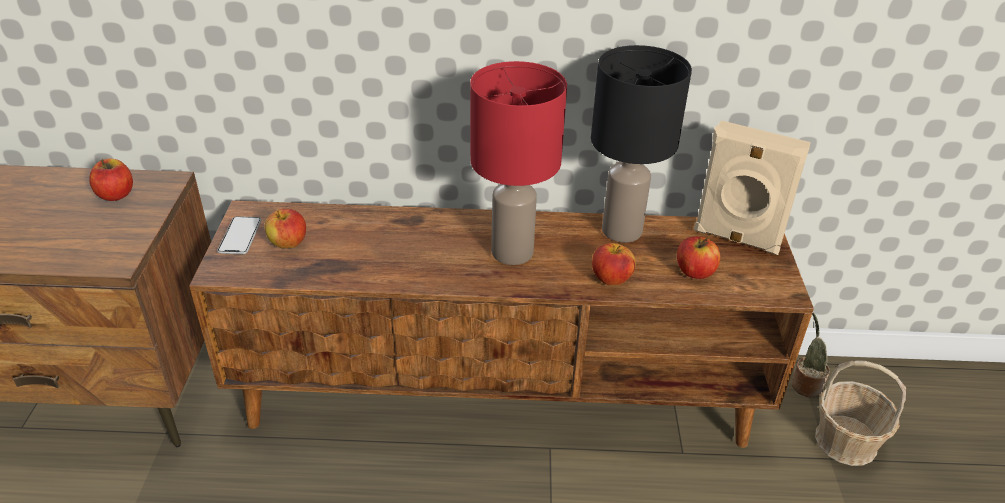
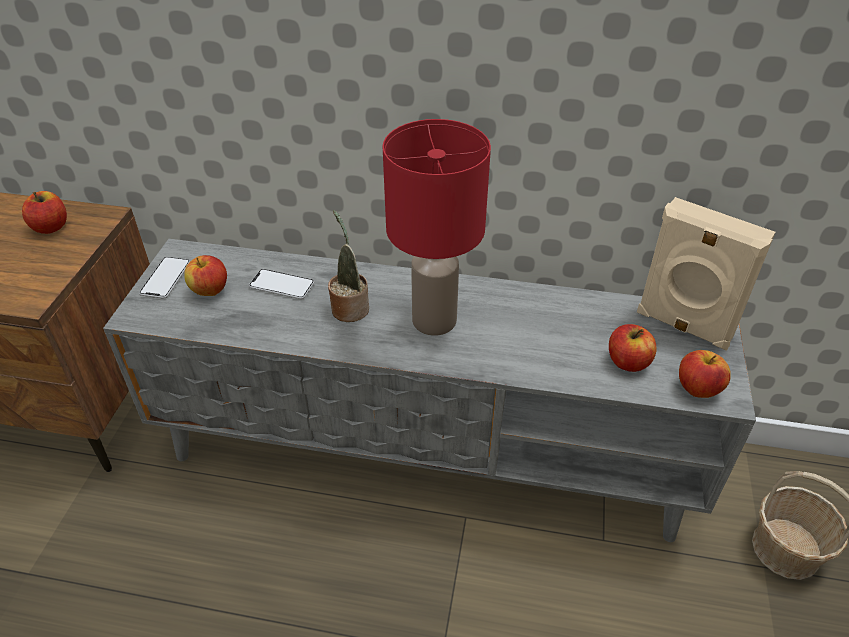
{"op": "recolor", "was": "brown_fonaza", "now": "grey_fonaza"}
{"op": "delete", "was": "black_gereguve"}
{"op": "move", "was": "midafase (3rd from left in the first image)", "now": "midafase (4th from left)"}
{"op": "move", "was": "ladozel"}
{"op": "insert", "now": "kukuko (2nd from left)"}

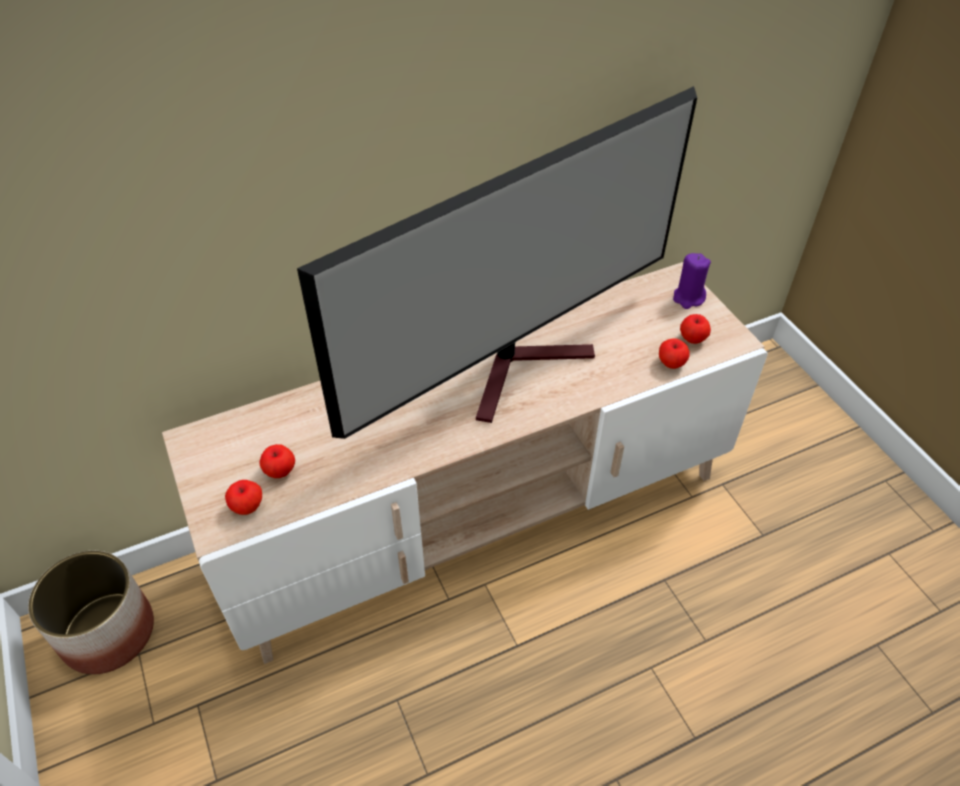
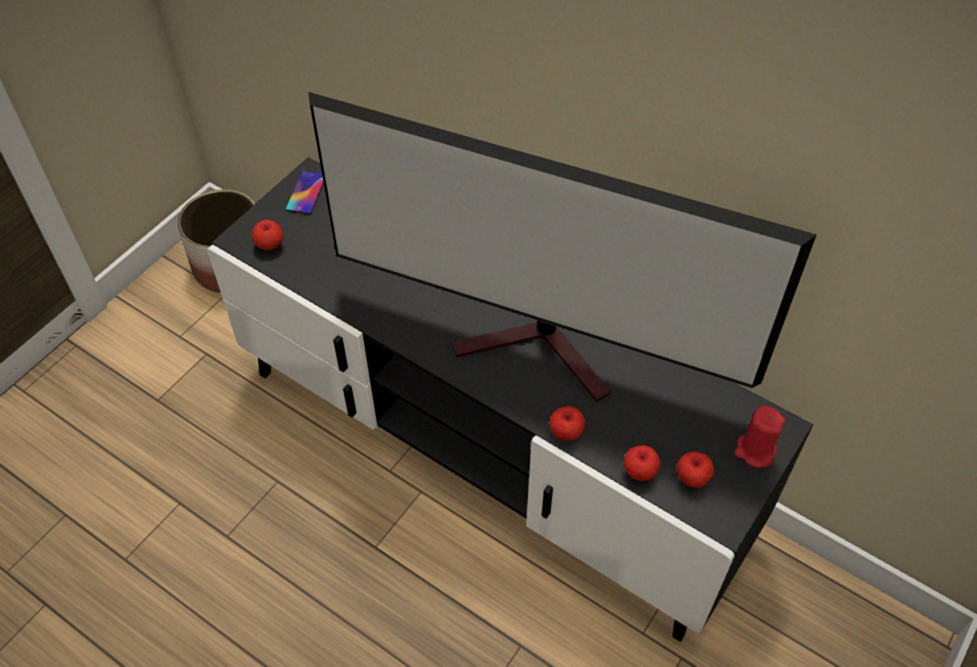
{"op": "recolor", "was": "beige_fonaza", "now": "black_fonaza"}
{"op": "move", "was": "midafase (2nd from left)"}
{"op": "recolor", "was": "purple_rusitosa", "now": "red_rusitosa"}
{"op": "insert", "now": "kukuko"}

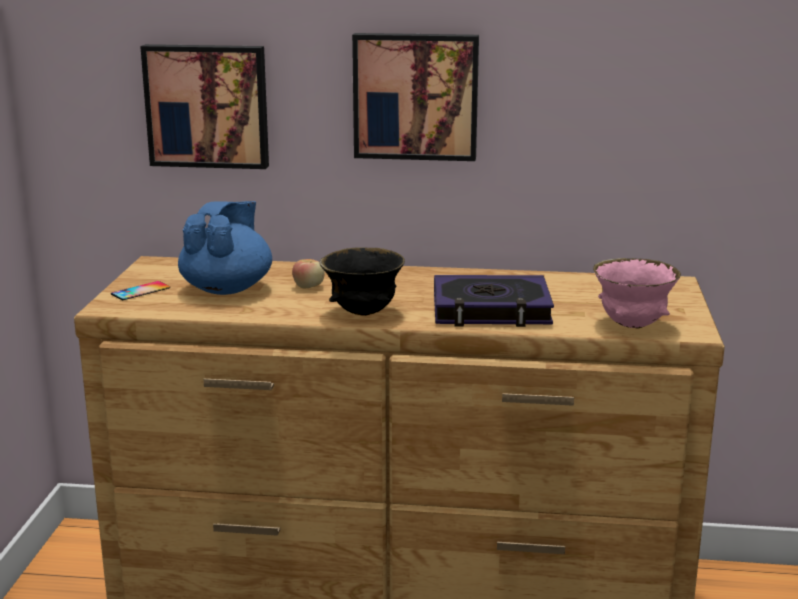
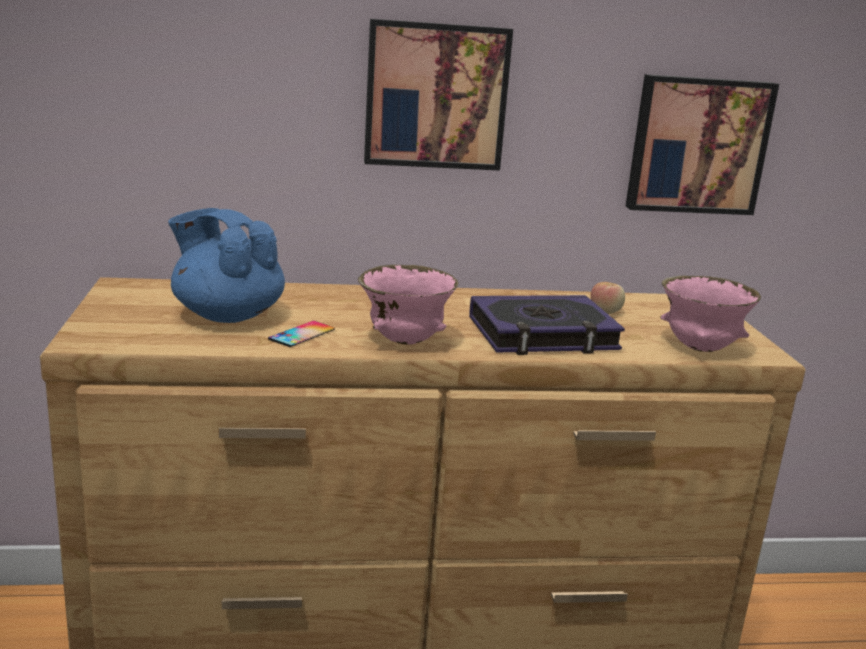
{"op": "move", "was": "kukuko"}
{"op": "move", "was": "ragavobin (1st from left in the first image)", "now": "ragavobin (2nd from left)"}
{"op": "rotate", "was": "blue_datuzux", "clockwise": -60}
{"op": "move", "was": "midafase"}
{"op": "recolor", "was": "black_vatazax", "now": "pink_vatazax (1st from left)"}

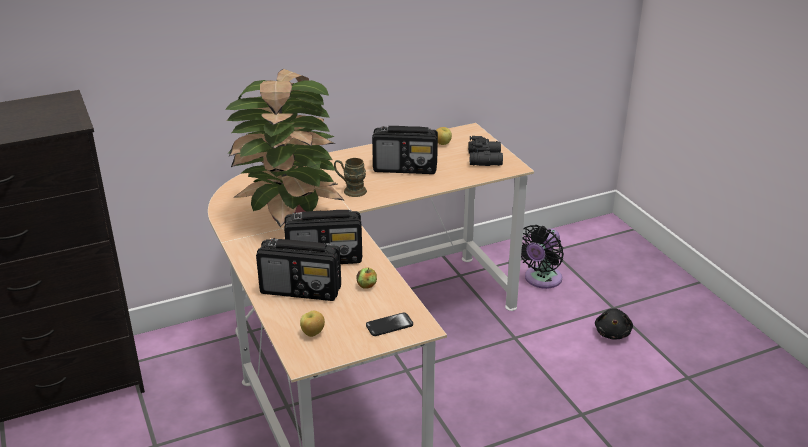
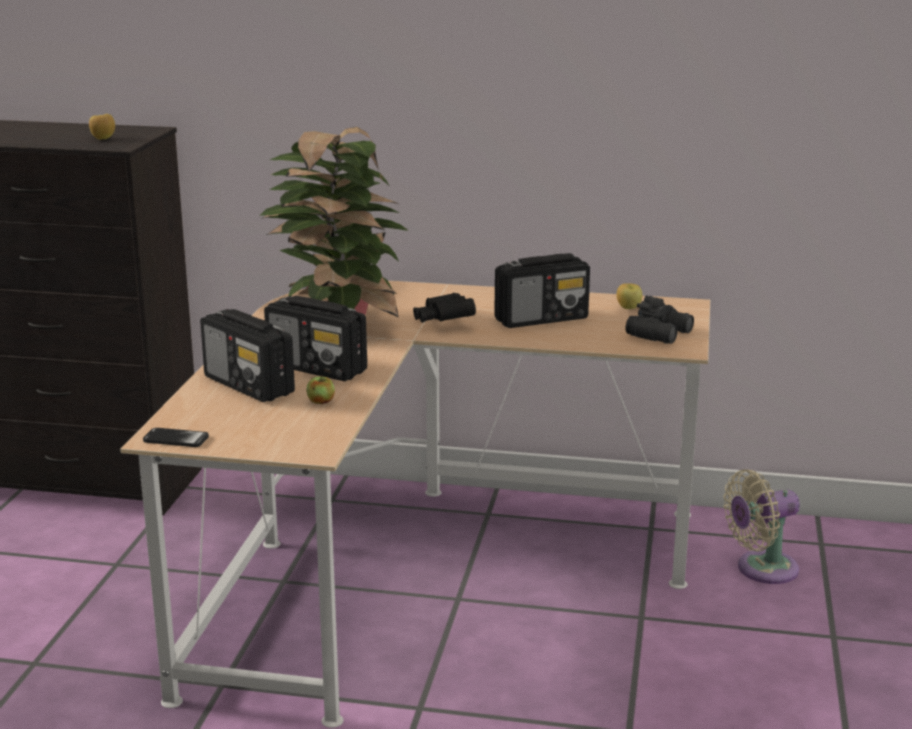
{"op": "move", "was": "midafase (1st from left)"}
{"op": "replace", "was": "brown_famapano", "now": "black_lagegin (1st from left)"}
{"op": "move", "was": "kukuko"}
{"op": "rotate", "was": "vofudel (3rd from left)", "clockwise": -60}
{"op": "recolor", "was": "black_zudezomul", "now": "beige_zudezomul"}
{"op": "delete", "was": "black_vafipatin"}

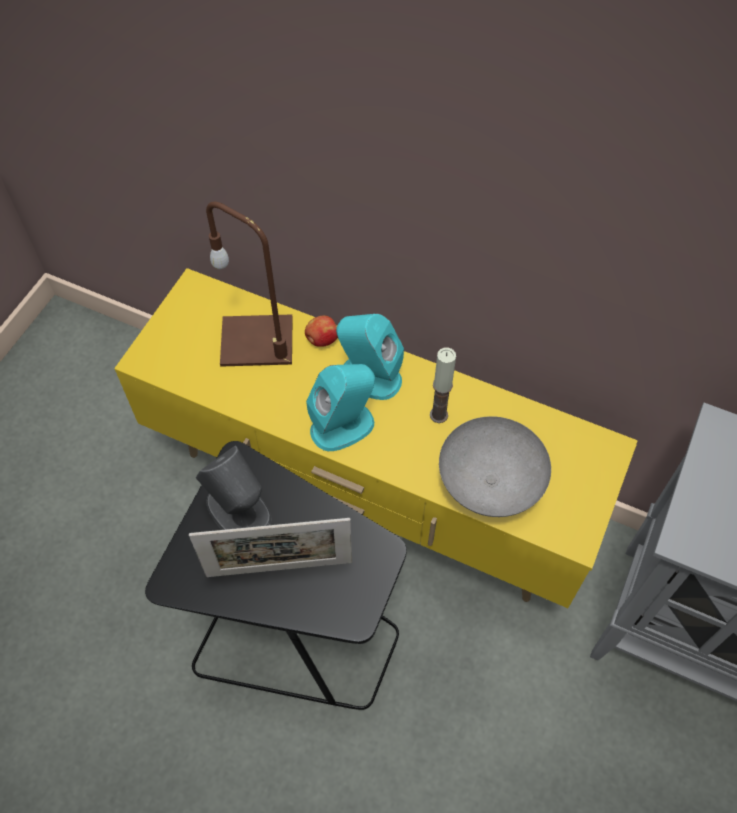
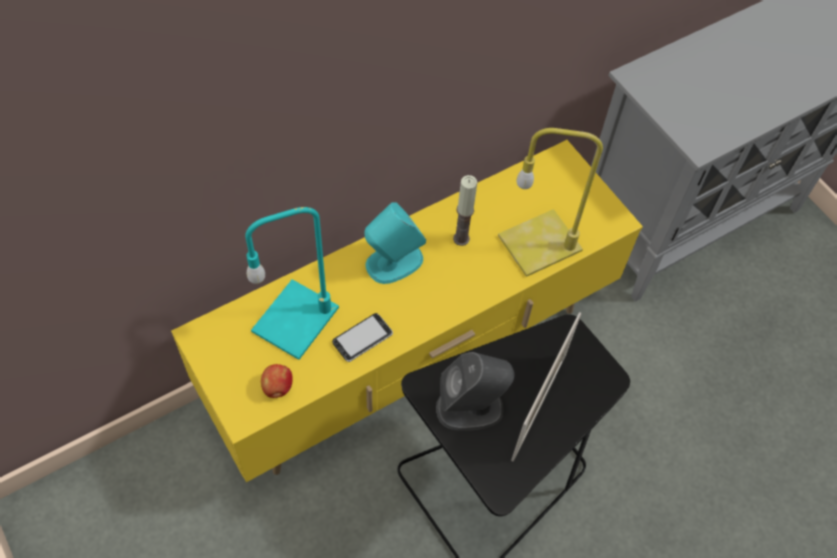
{"op": "recolor", "was": "brown_gereguve", "now": "turquoise_gereguve"}
{"op": "move", "was": "midafase"}
{"op": "delete", "was": "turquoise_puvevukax (1st from left)"}
{"op": "replace", "was": "grey_vatazax", "now": "yellow_gereguve"}
{"op": "insert", "now": "kukuko"}

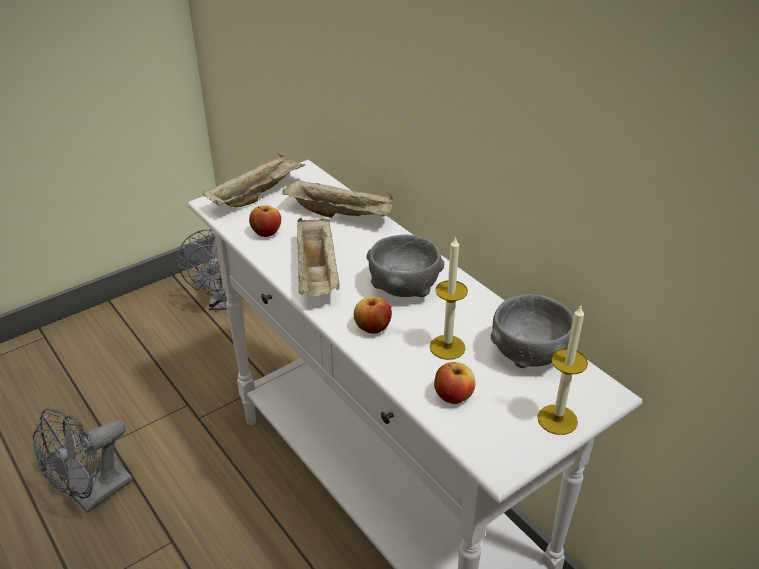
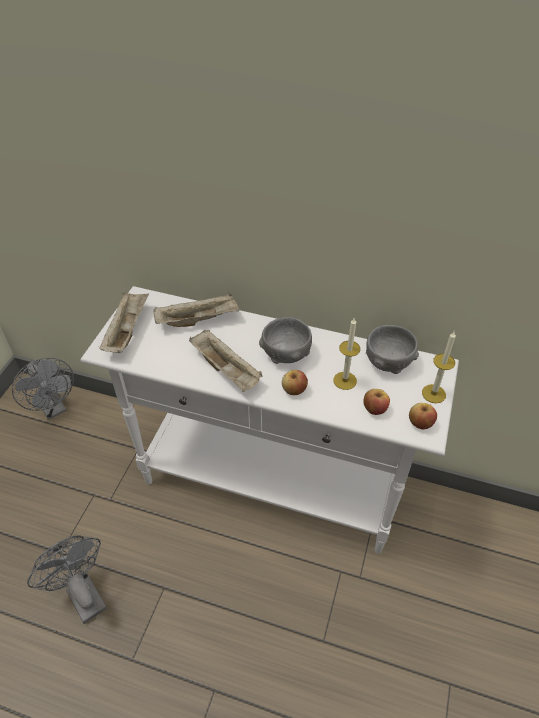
{"op": "rotate", "was": "grey_zudezomul (1st from left in the first image)", "clockwise": 135}
{"op": "move", "was": "midafase (1st from left in the first image)", "now": "midafase (3rd from left)"}

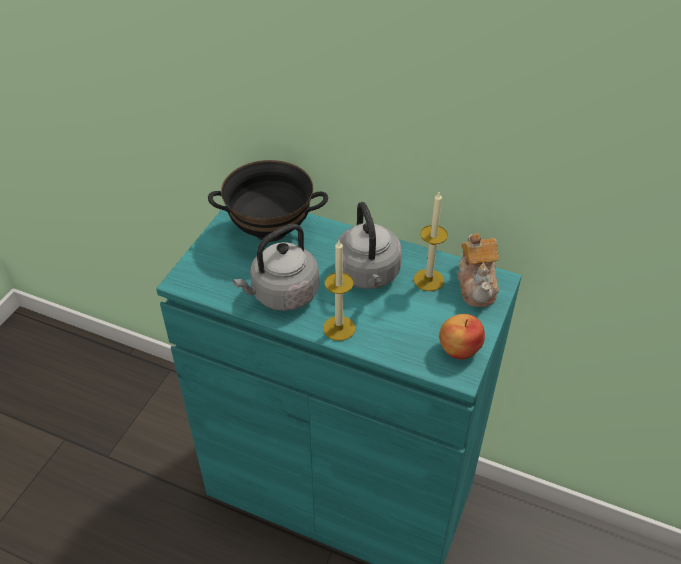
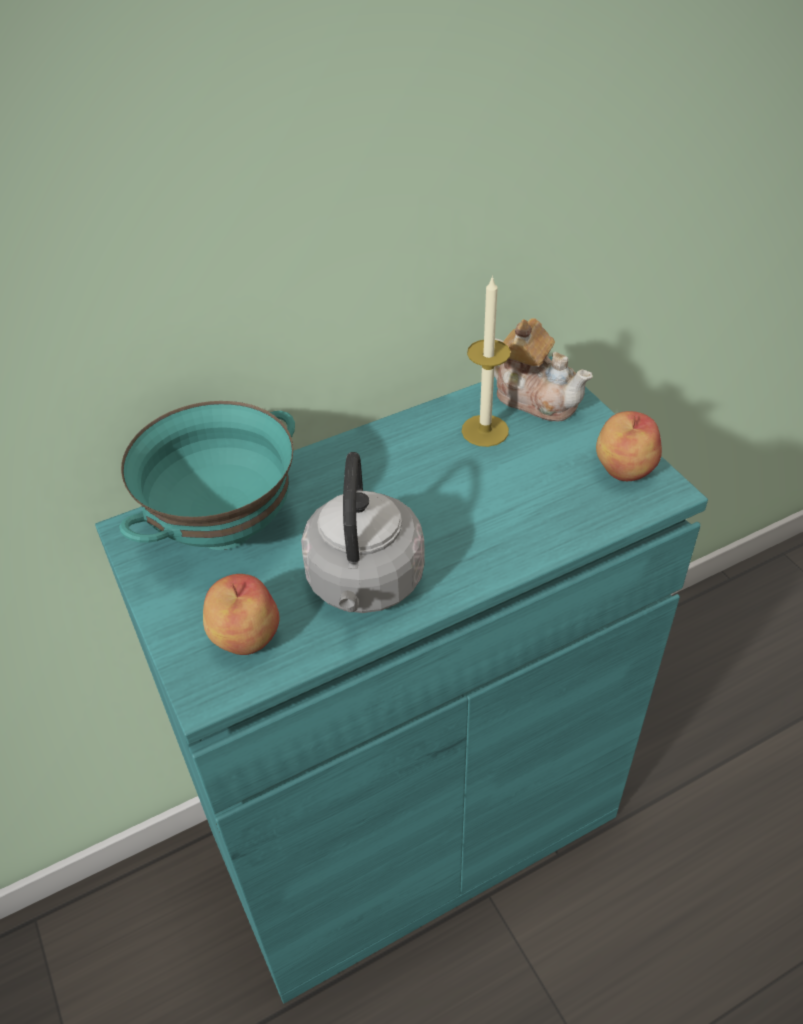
{"op": "recolor", "was": "black_vatazax", "now": "turquoise_vatazax"}
{"op": "delete", "was": "rusitosa (1st from left)"}
{"op": "delete", "was": "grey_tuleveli (2nd from left)"}
{"op": "insert", "now": "midafase (1st from left)"}

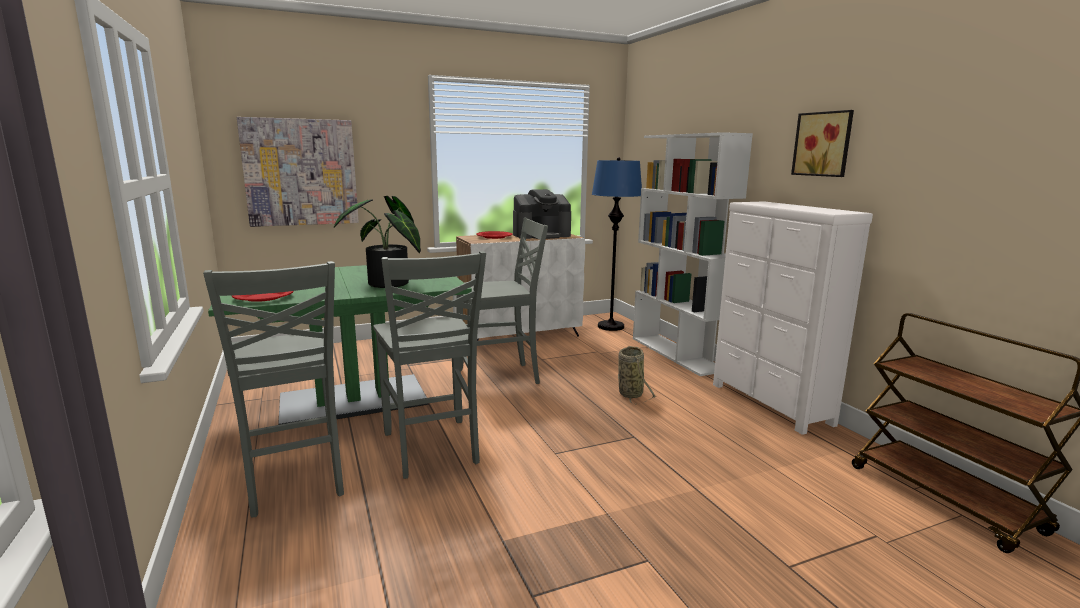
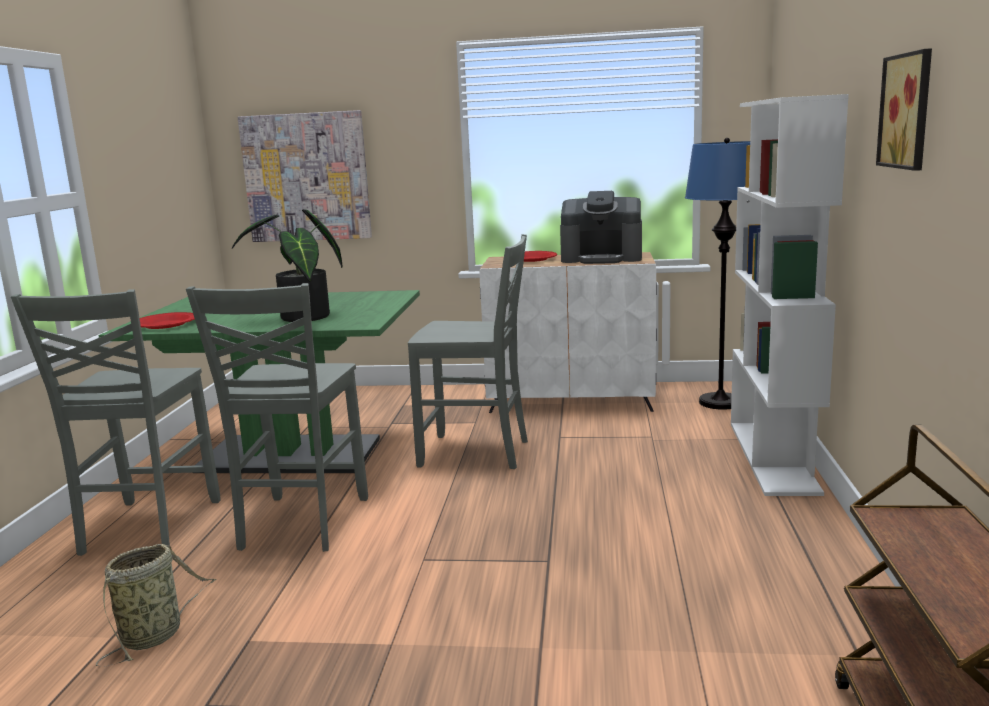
{"op": "move", "was": "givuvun"}
{"op": "delete", "was": "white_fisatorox"}

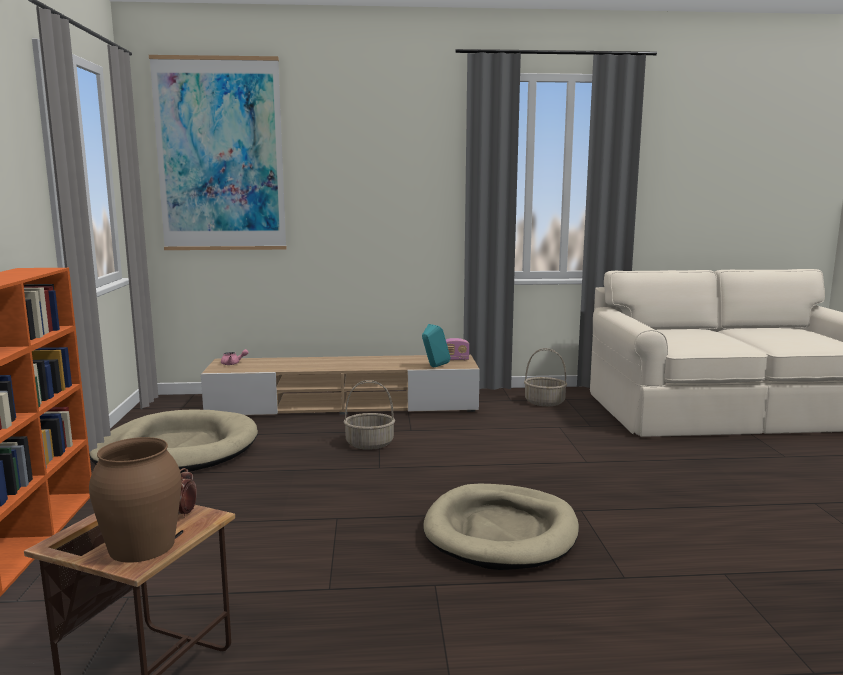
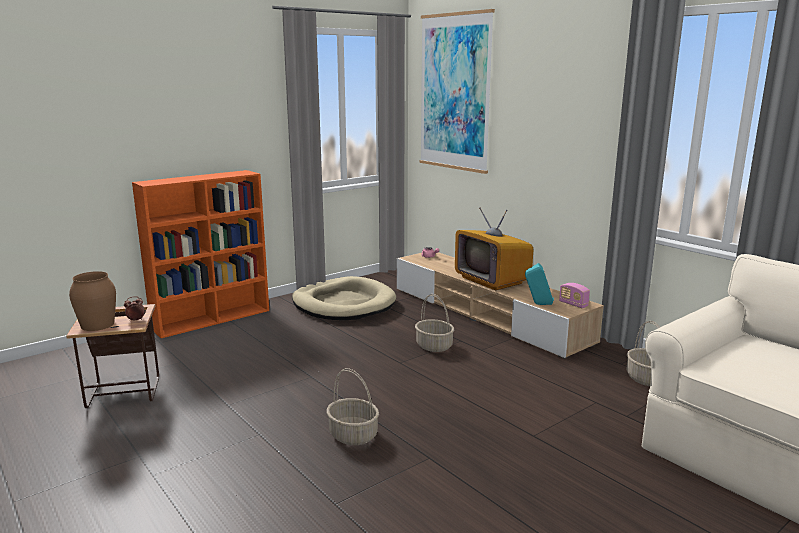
{"op": "replace", "was": "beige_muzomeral (2nd from left)", "now": "givuvun (1st from left)"}
{"op": "insert", "now": "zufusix"}

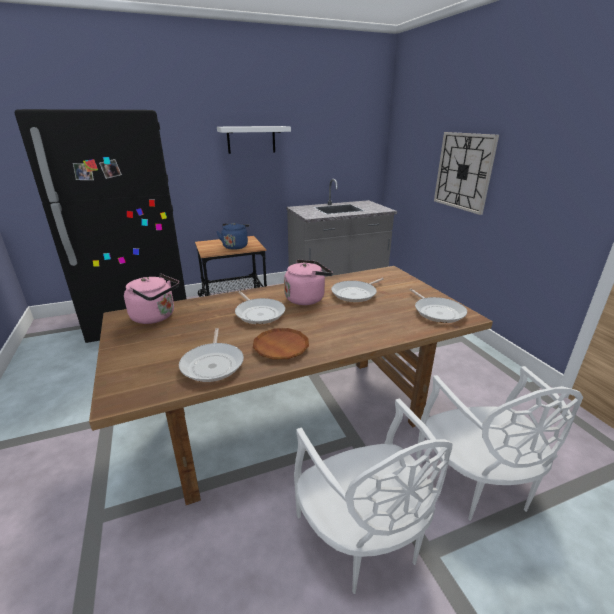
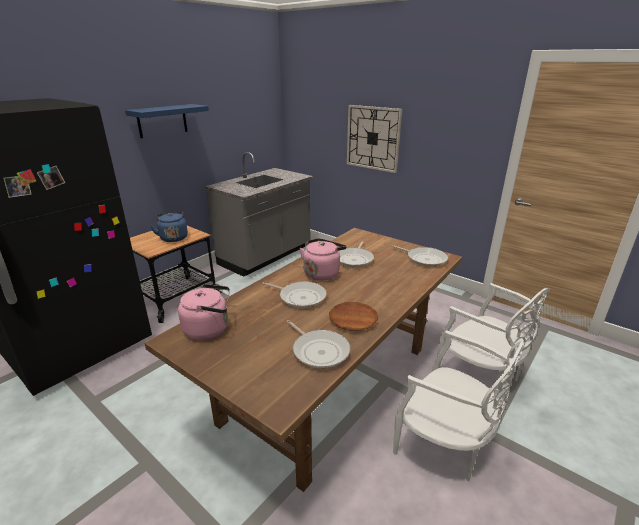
{"op": "recolor", "was": "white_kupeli", "now": "blue_kupeli"}

